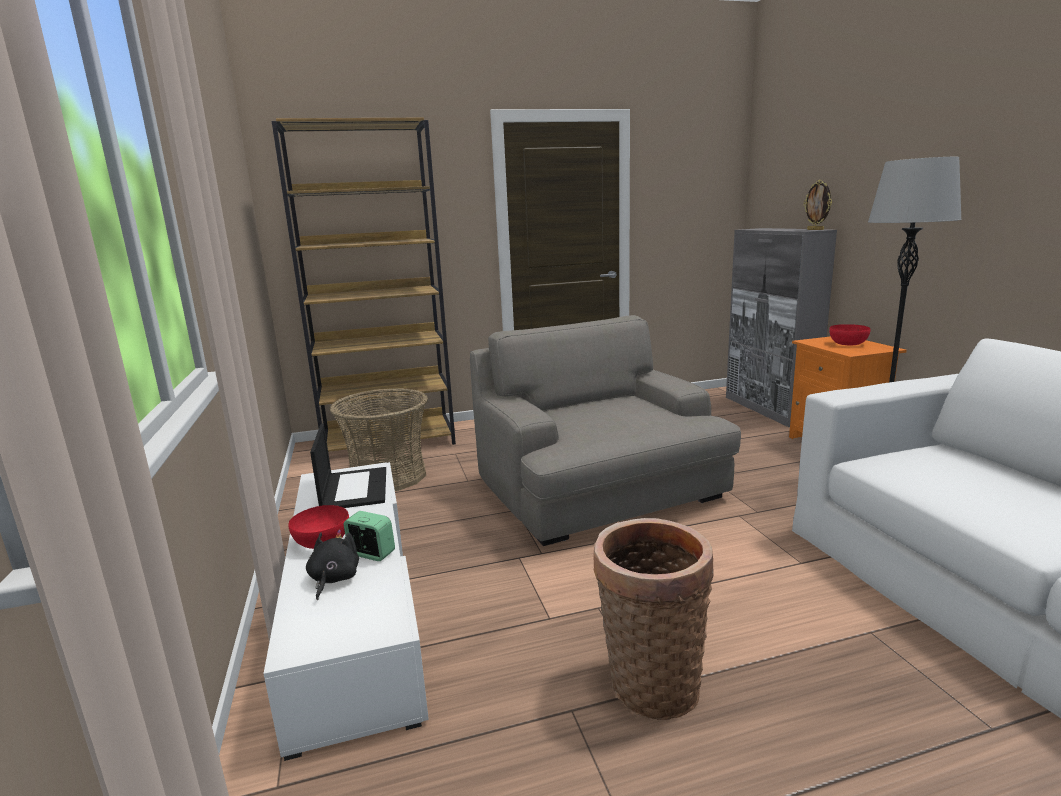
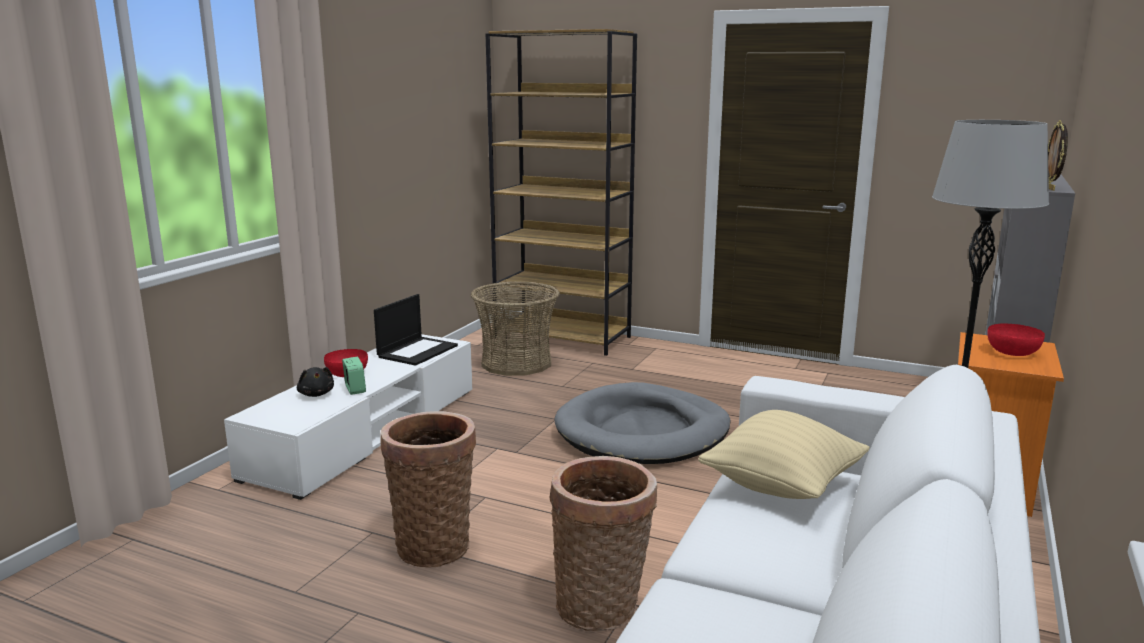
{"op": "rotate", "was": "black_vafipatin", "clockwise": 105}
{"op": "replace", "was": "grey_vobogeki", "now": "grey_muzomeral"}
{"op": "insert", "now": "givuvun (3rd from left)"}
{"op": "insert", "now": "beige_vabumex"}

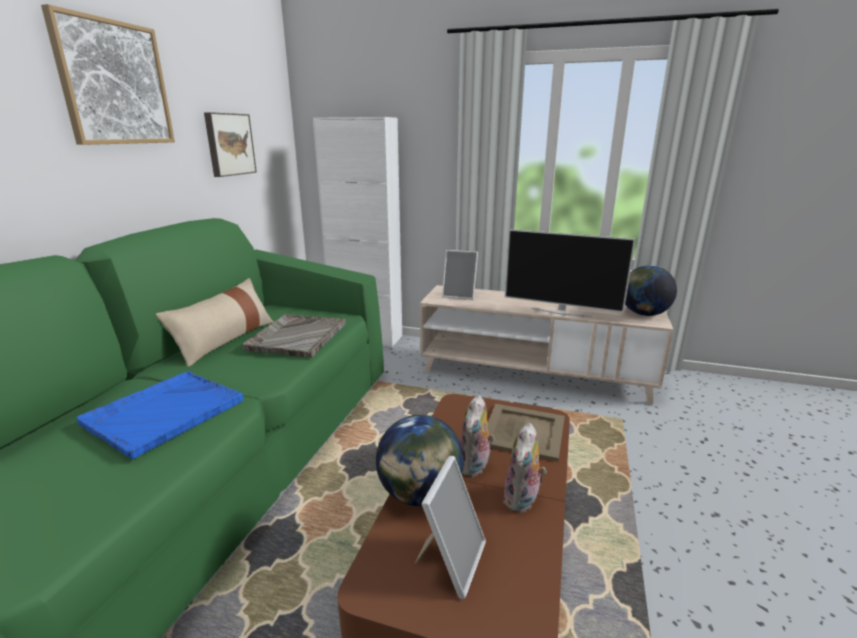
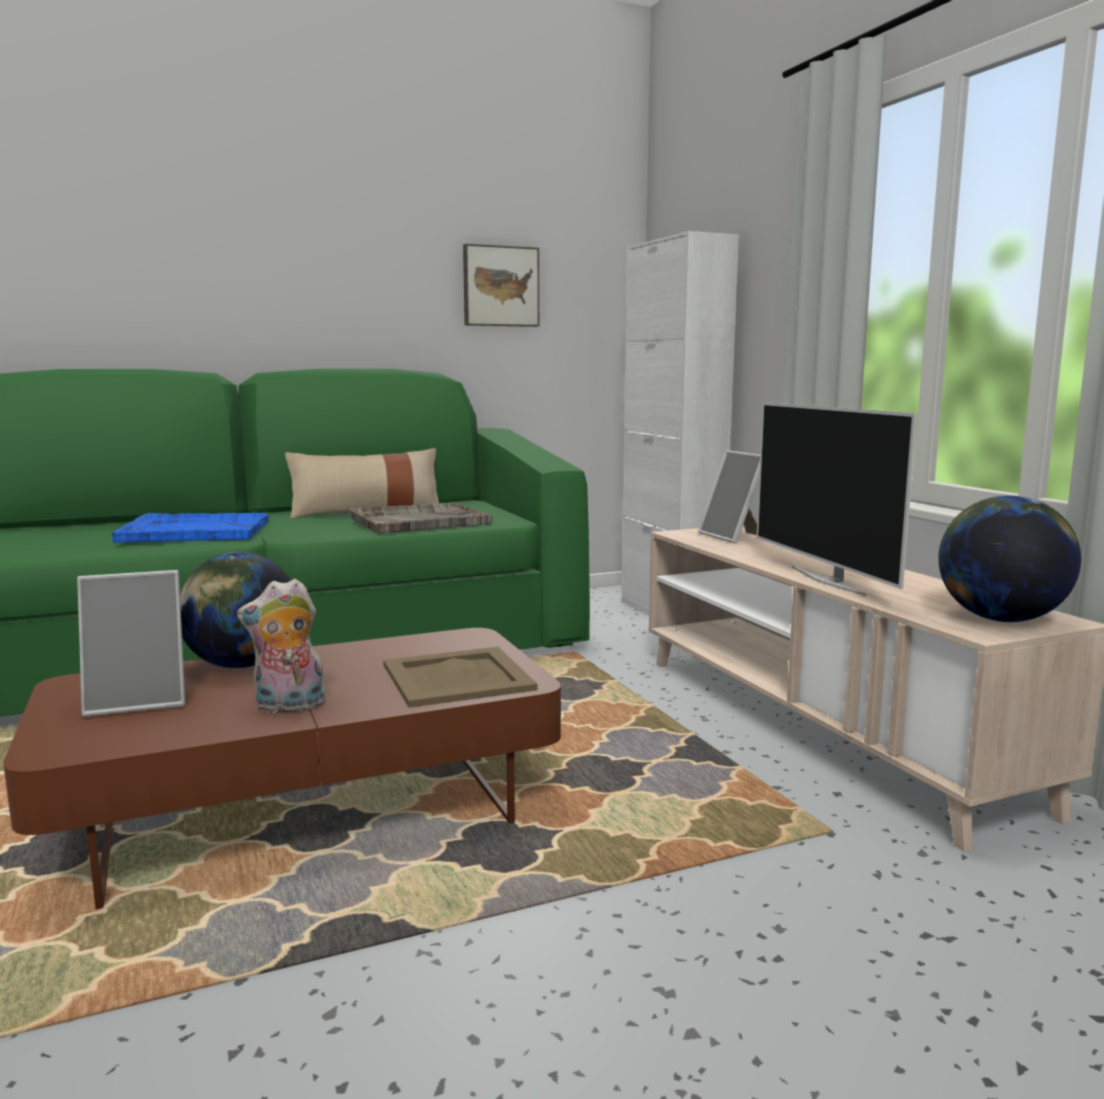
{"op": "delete", "was": "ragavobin (1st from left)"}
{"op": "delete", "was": "vafipatin (1st from left)"}

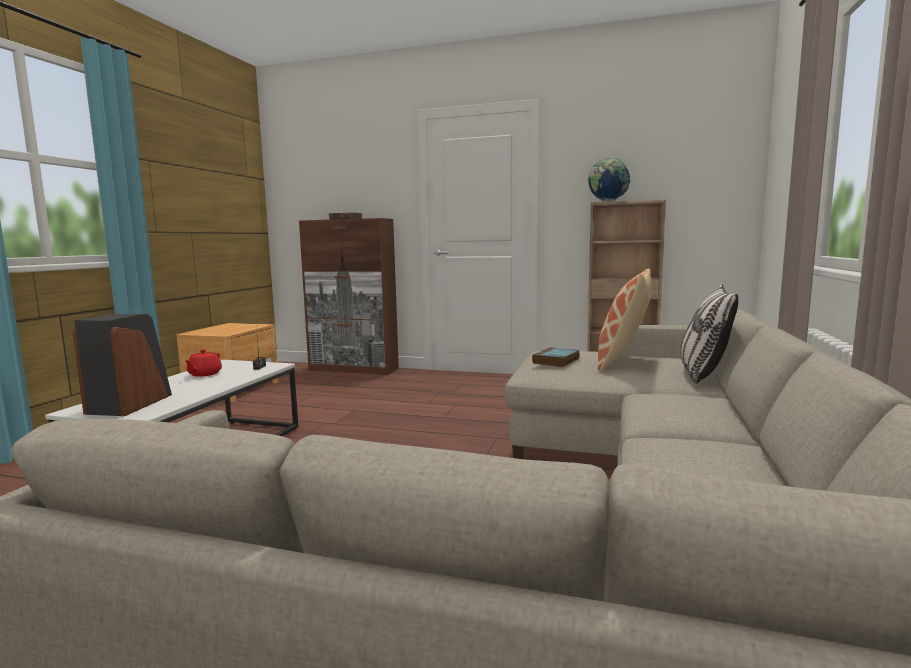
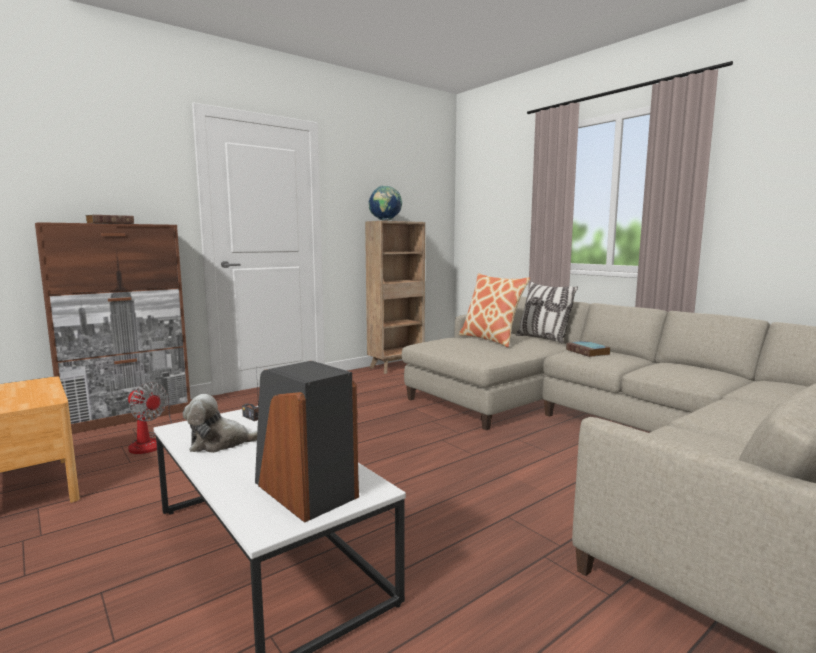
{"op": "replace", "was": "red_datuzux", "now": "vafipatin"}
{"op": "move", "was": "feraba (2nd from left)"}
{"op": "insert", "now": "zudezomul"}

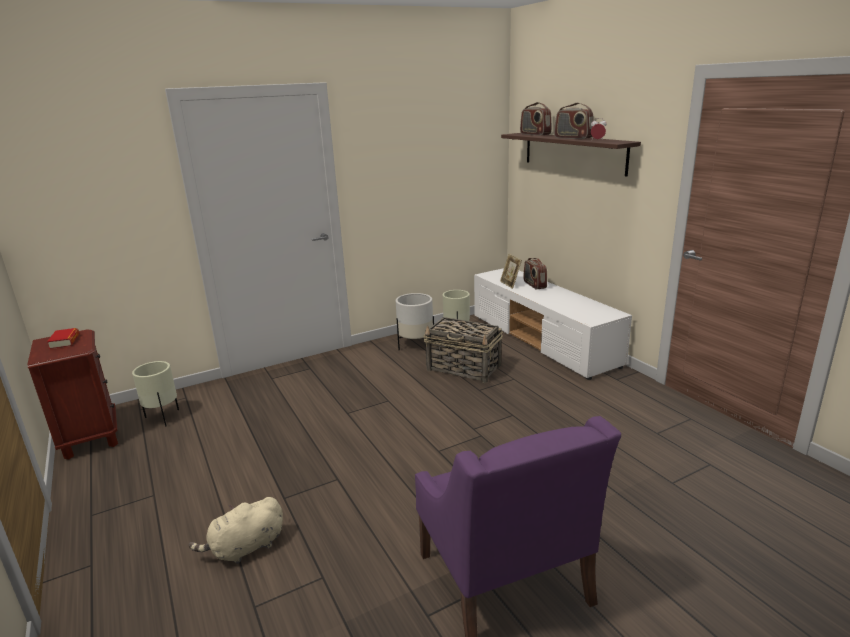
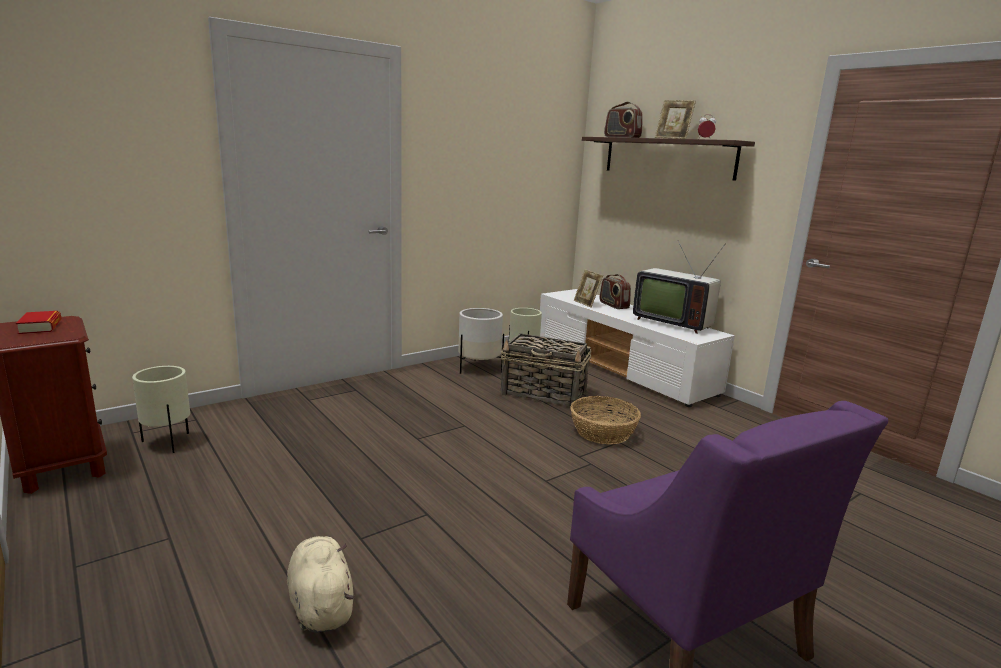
{"op": "rotate", "was": "beige_vafipatin", "clockwise": 105}
{"op": "replace", "was": "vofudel (3rd from left)", "now": "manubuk (2nd from left)"}
{"op": "insert", "now": "givuvun (2nd from left)"}
{"op": "insert", "now": "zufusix"}

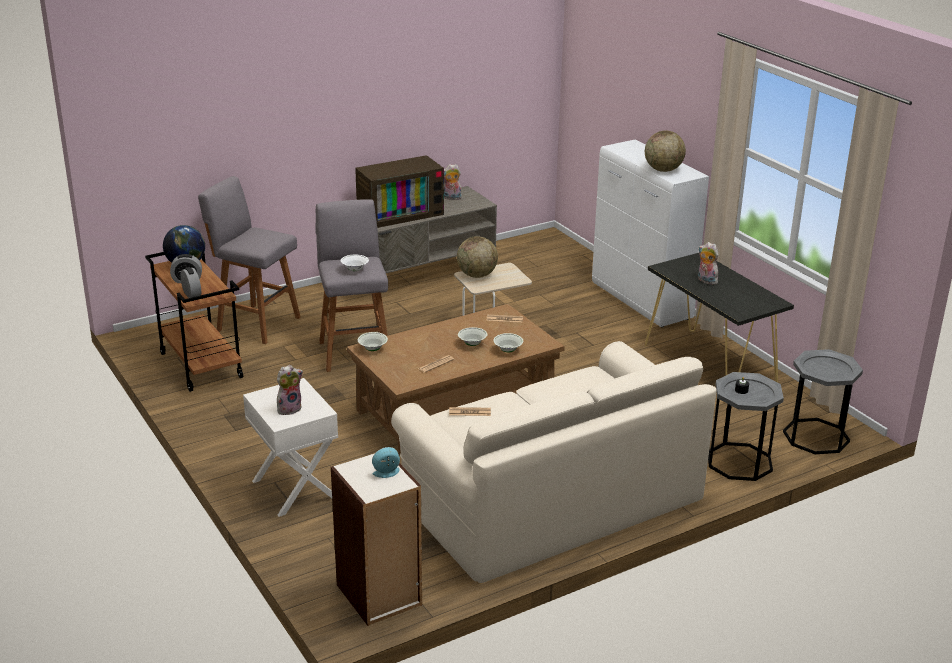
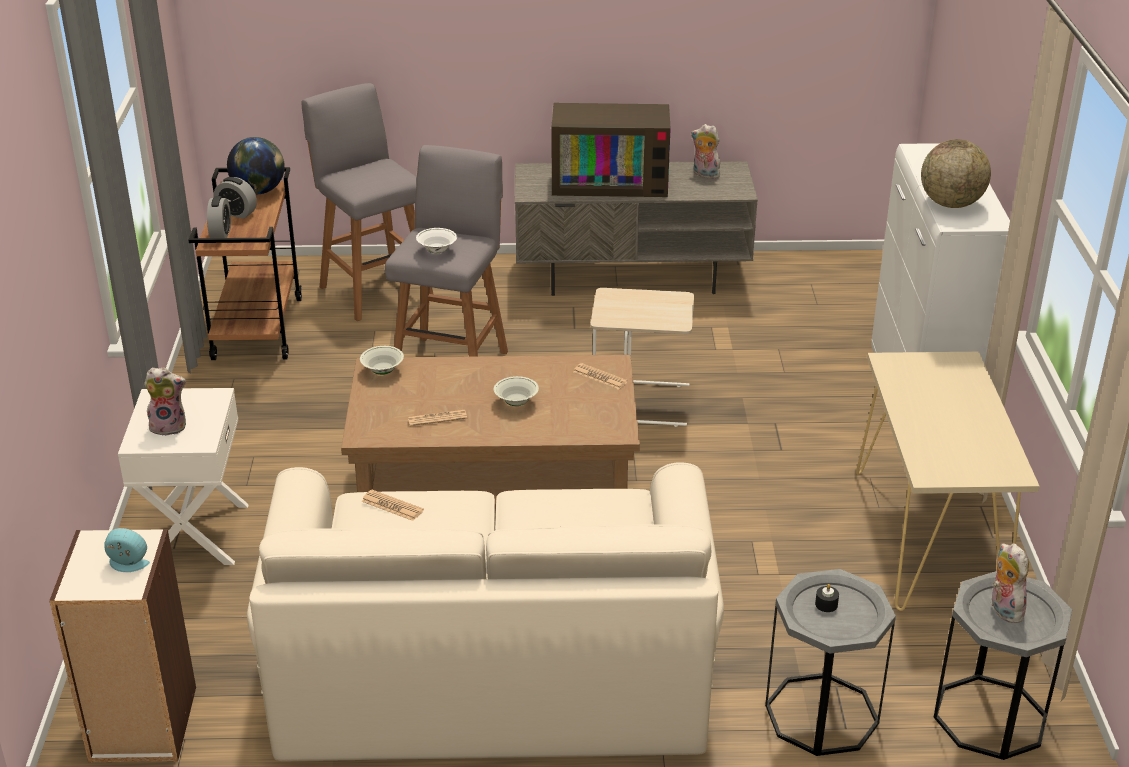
{"op": "delete", "was": "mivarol (2nd from left)"}
{"op": "delete", "was": "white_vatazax (4th from left)"}
{"op": "recolor", "was": "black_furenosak", "now": "beige_furenosak"}
{"op": "move", "was": "vafipatin (3rd from left)"}

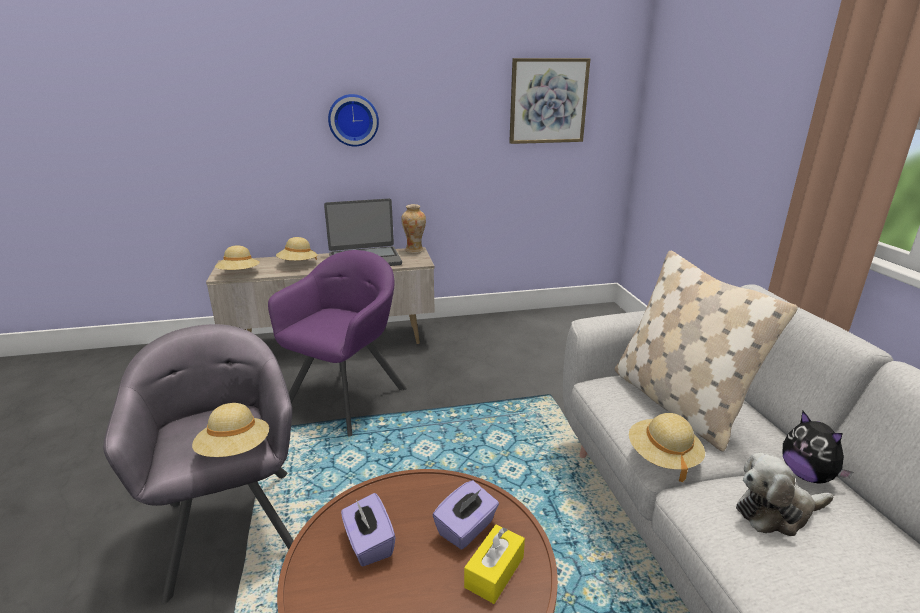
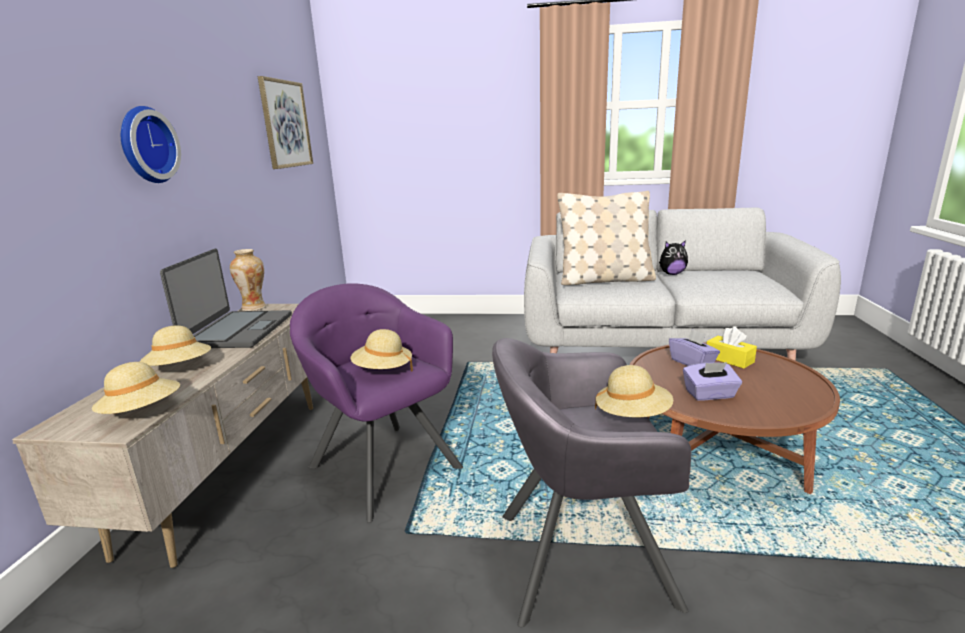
{"op": "move", "was": "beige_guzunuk (4th from left in the first image)", "now": "beige_guzunuk (3rd from left)"}
{"op": "delete", "was": "vafipatin (1st from left)"}

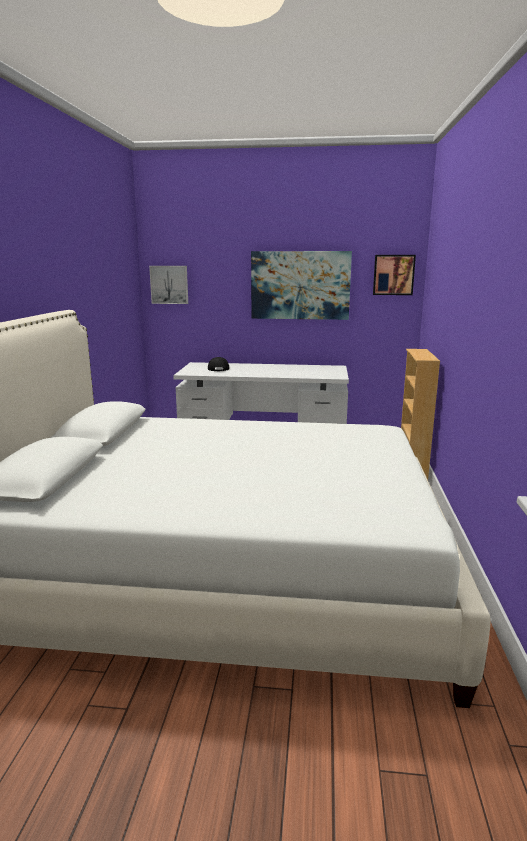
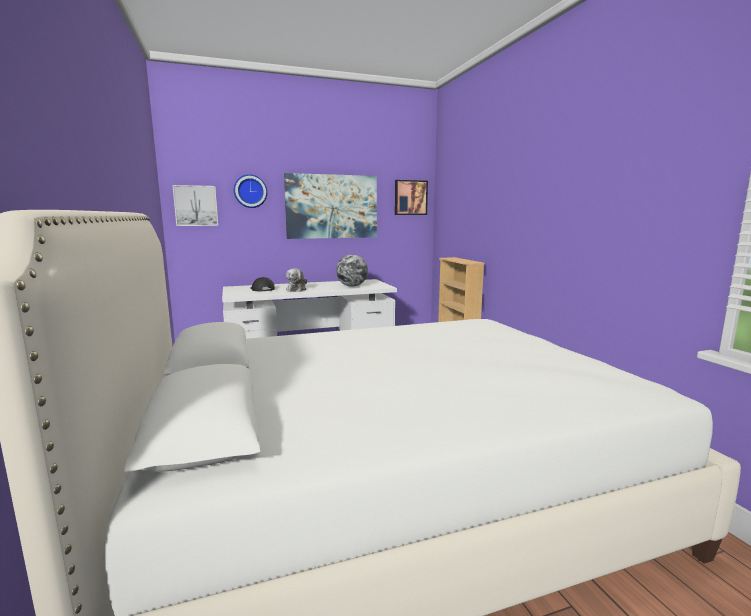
{"op": "insert", "now": "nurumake"}
{"op": "insert", "now": "vafipatin"}
{"op": "insert", "now": "mivarol"}

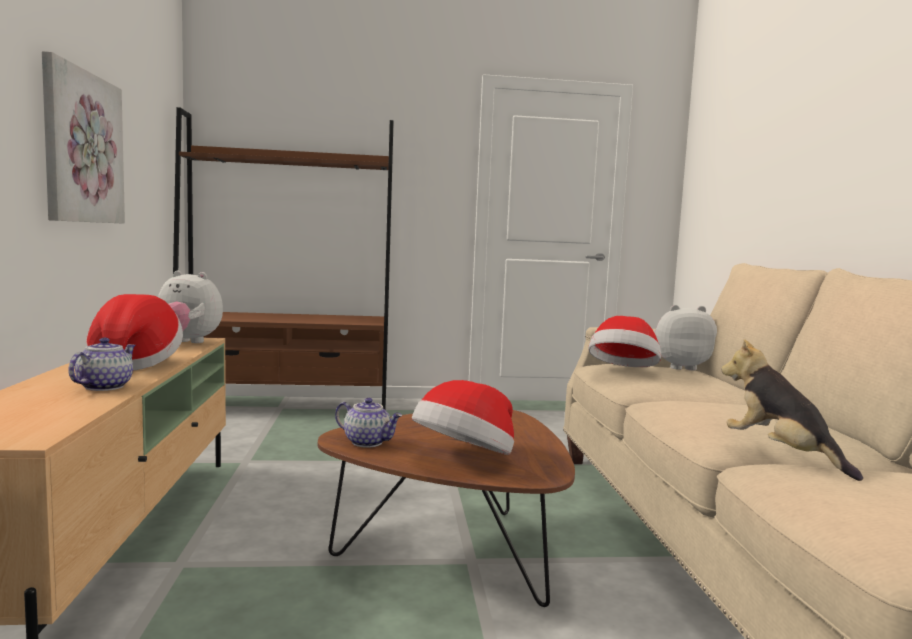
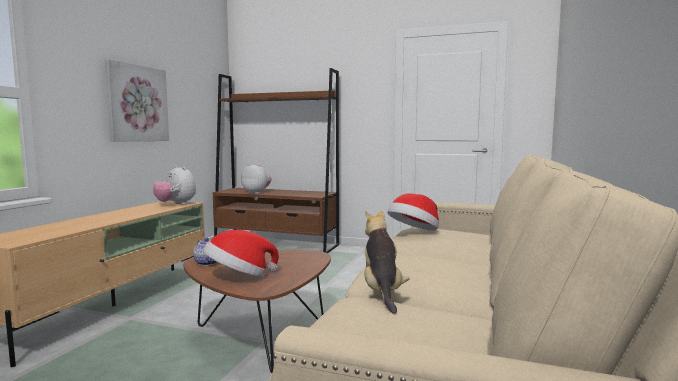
{"op": "delete", "was": "datuzux (1st from left)"}
{"op": "delete", "was": "guzunuk (1st from left)"}
{"op": "move", "was": "vafipatin (2nd from left)"}

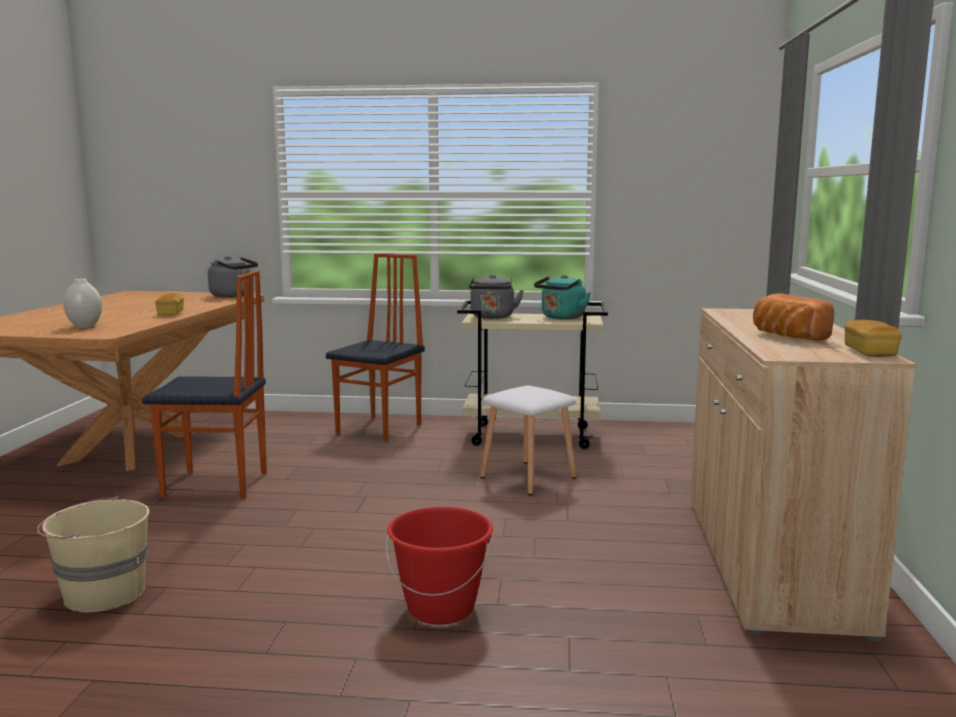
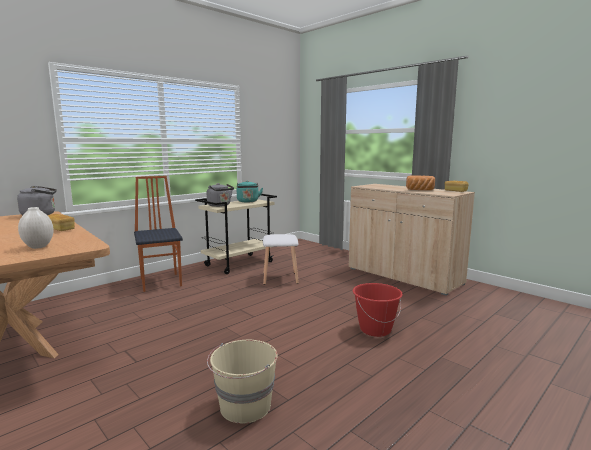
{"op": "delete", "was": "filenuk (1st from left)"}

